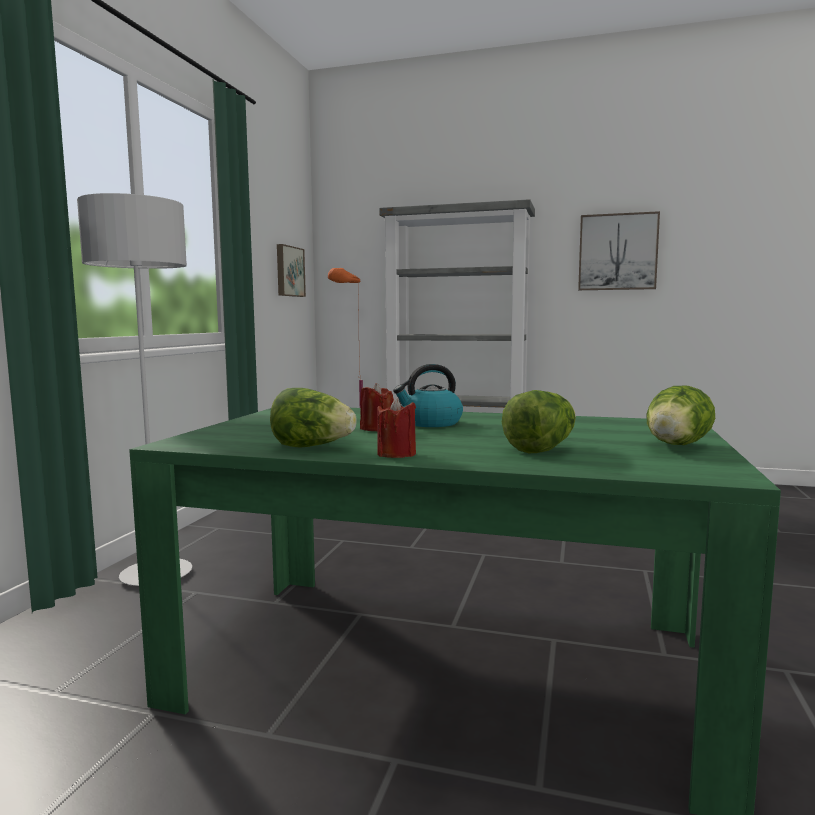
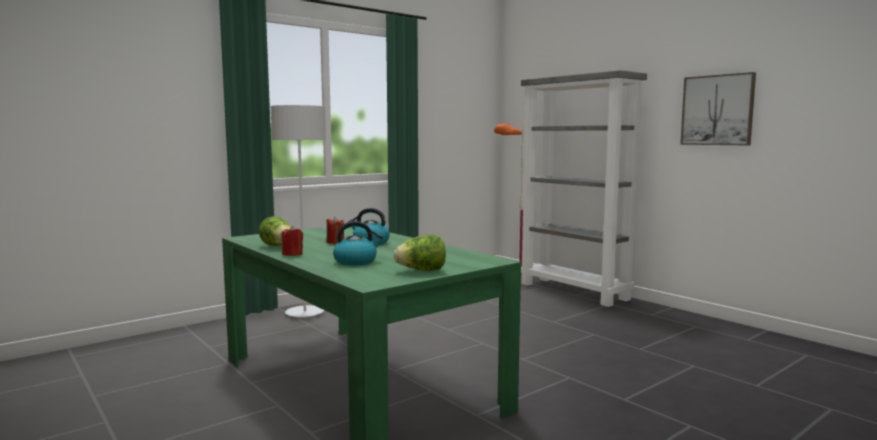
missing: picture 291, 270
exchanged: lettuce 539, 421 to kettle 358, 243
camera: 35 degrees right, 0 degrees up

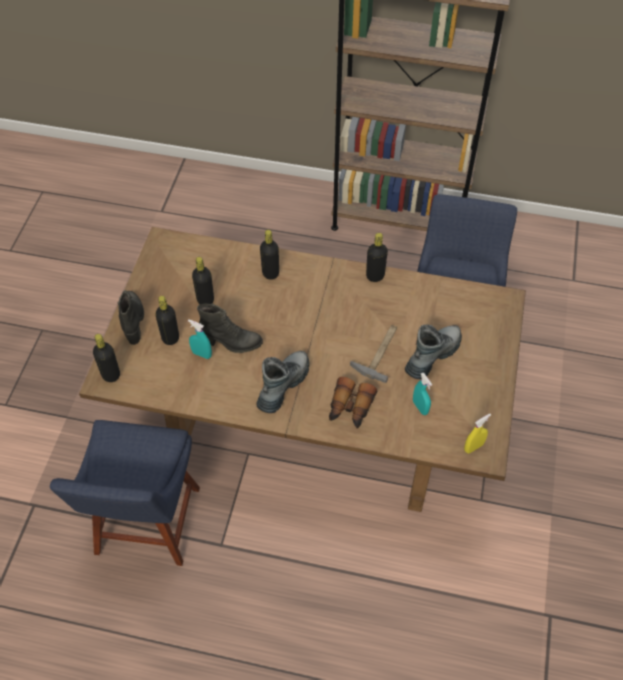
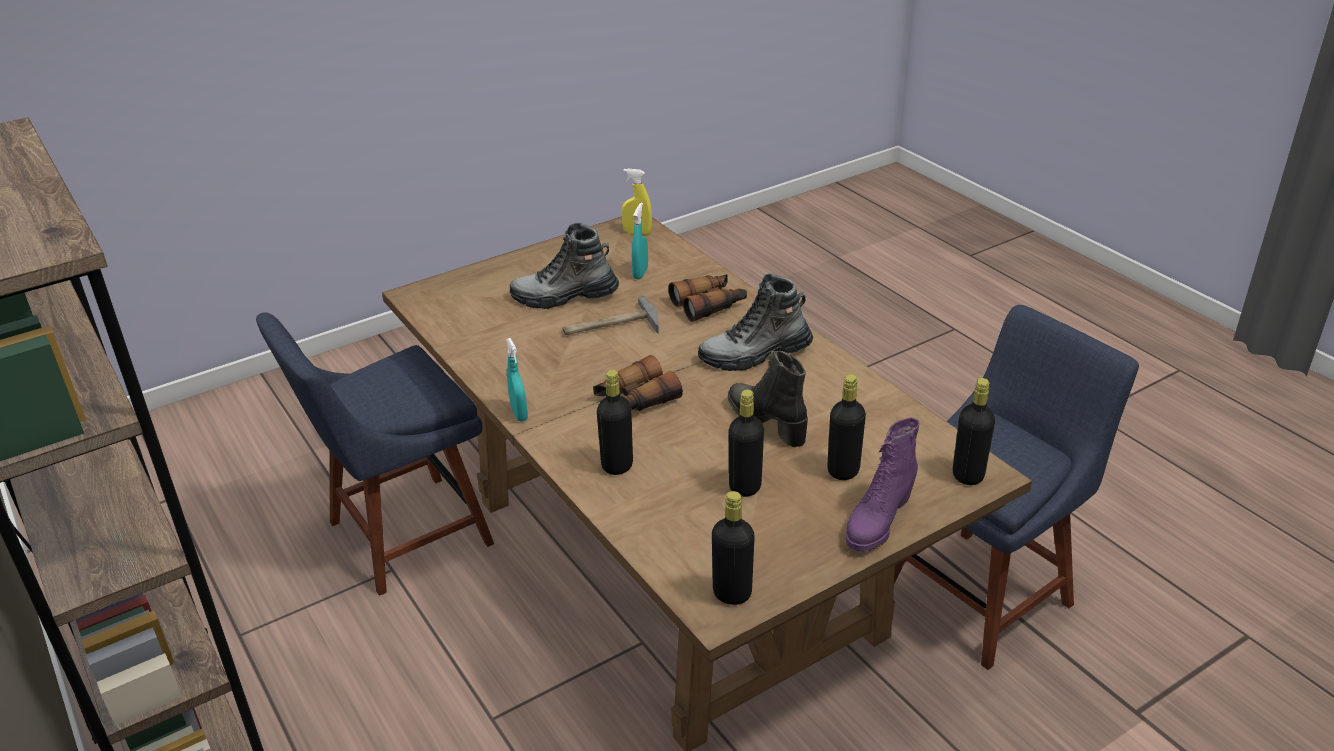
appeared: binoculars 638, 383
relocated: spray bottle (turquoise) 200, 339 to 517, 379; bottle (black) 377, 257 to 733, 548
colour: boot (black) 130, 317 to boot (purple) 882, 484
camera: 135 degrees left, 20 degrees down

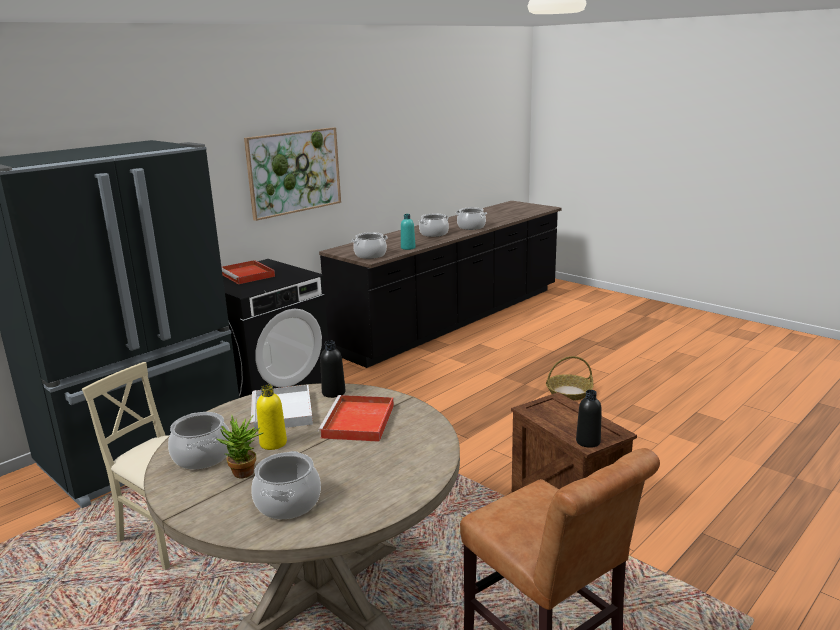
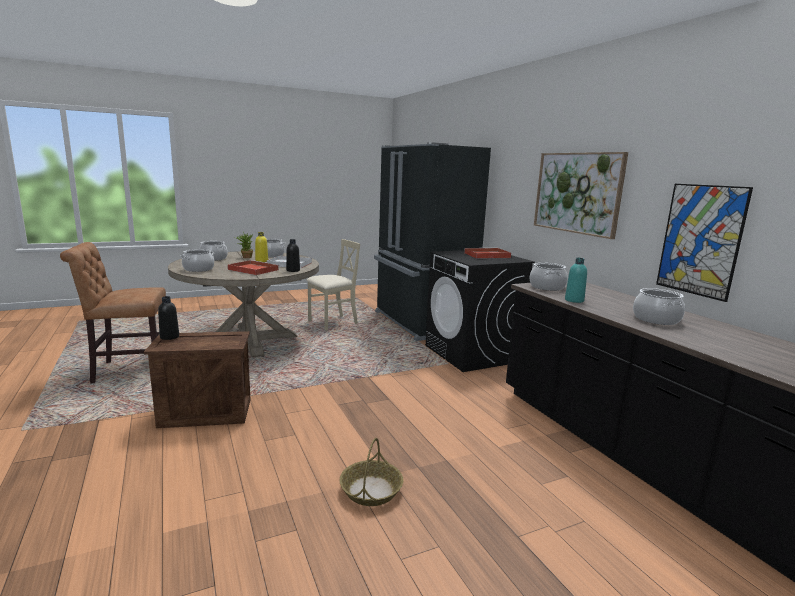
appeared: picture 704, 243
relocated: cooking pot 471, 218 to 197, 260
camera: 110 degrees right, 5 degrees down

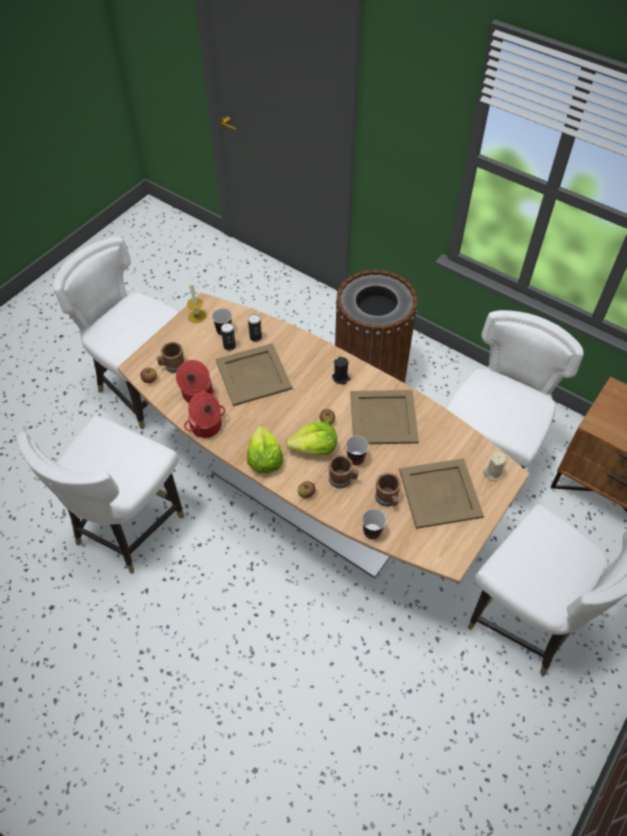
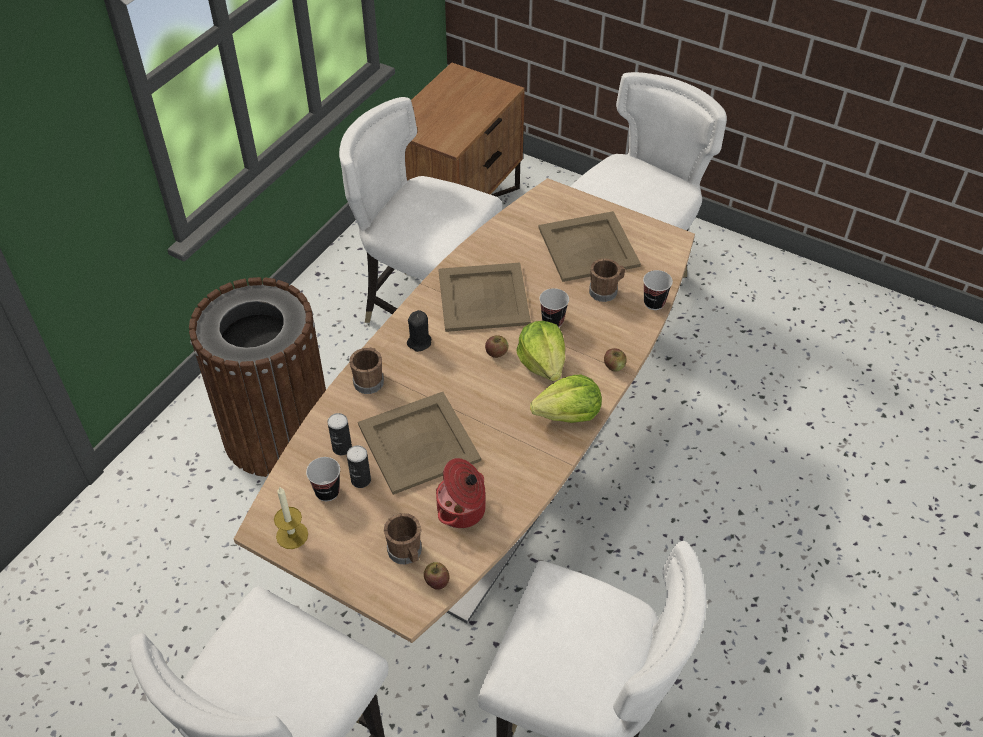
missing: cooking pot 205, 415; candle (beige) 495, 466
relocated: mug (brown) 344, 472 to 366, 371
camera: 95 degrees left, 5 degrees down

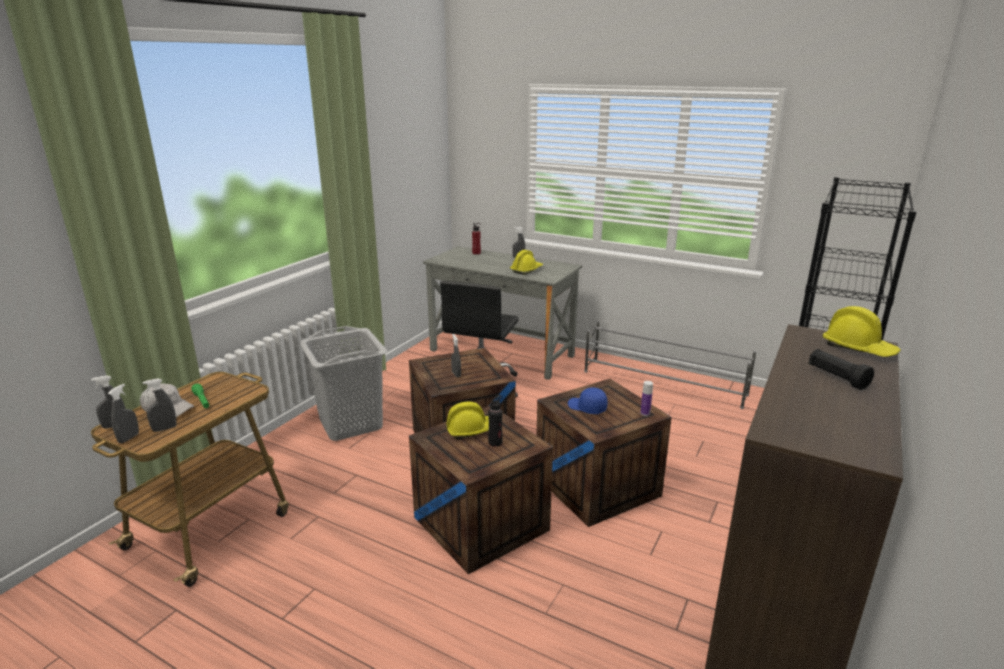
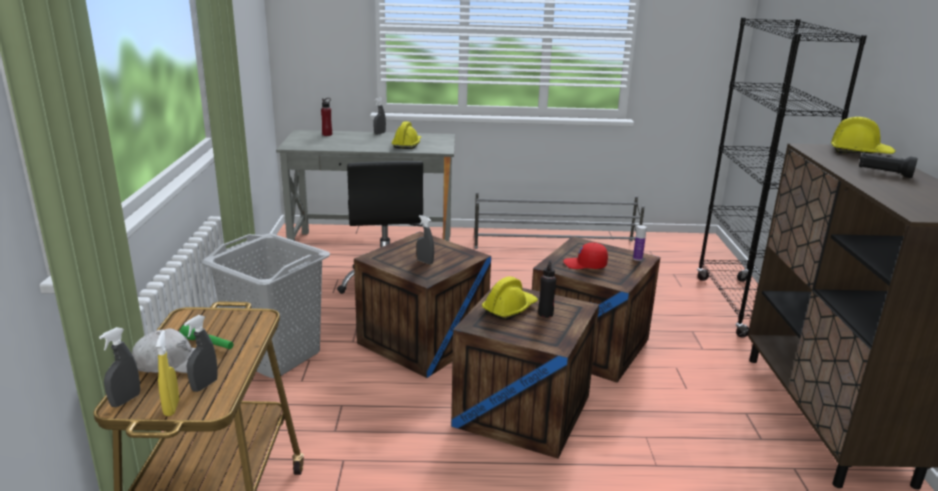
colour: spray bottle (grey) 123, 413 to spray bottle (yellow) 167, 373; cap (blue) 588, 400 to cap (red) 586, 255
camera: 30 degrees left, 0 degrees up

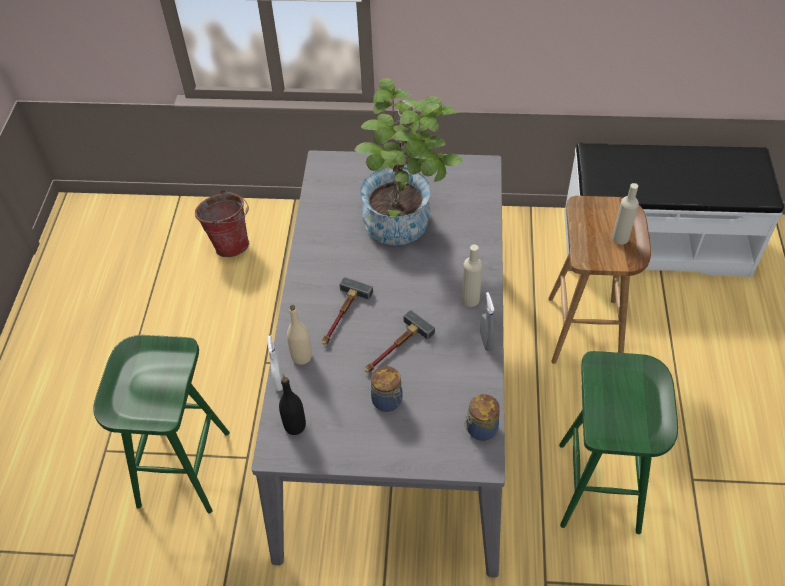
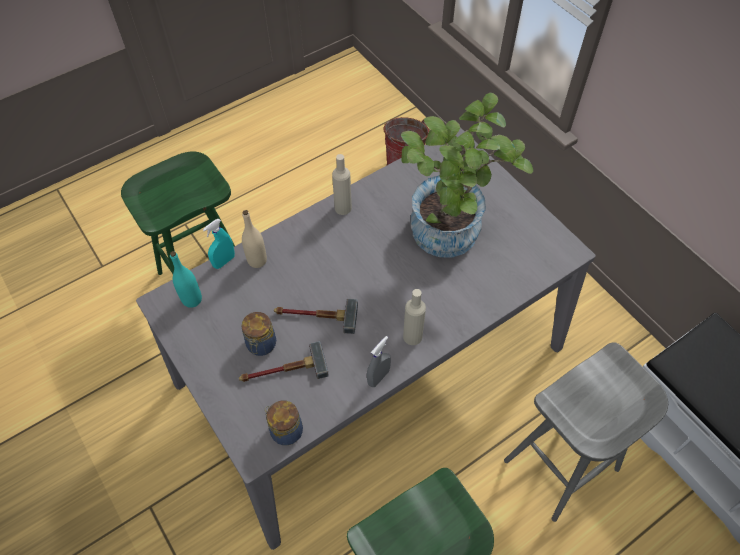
relocated: hammer 347, 311 to 284, 361; bottle (beige) 625, 213 to 342, 184
colour: bottle (black) 292, 406 to bottle (turquoise) 186, 279; spray bottle (white) 275, 363 to spray bottle (turquoise) 219, 244; stool (brown) 599, 280 to stool (grey) 586, 432
camera: 50 degrees right, 5 degrees up

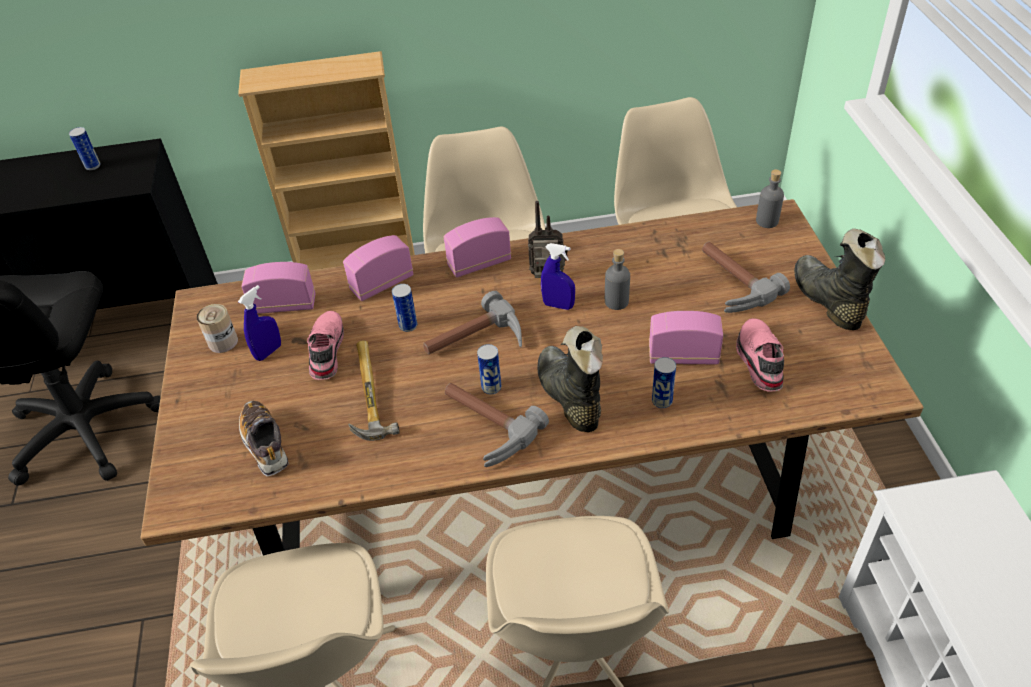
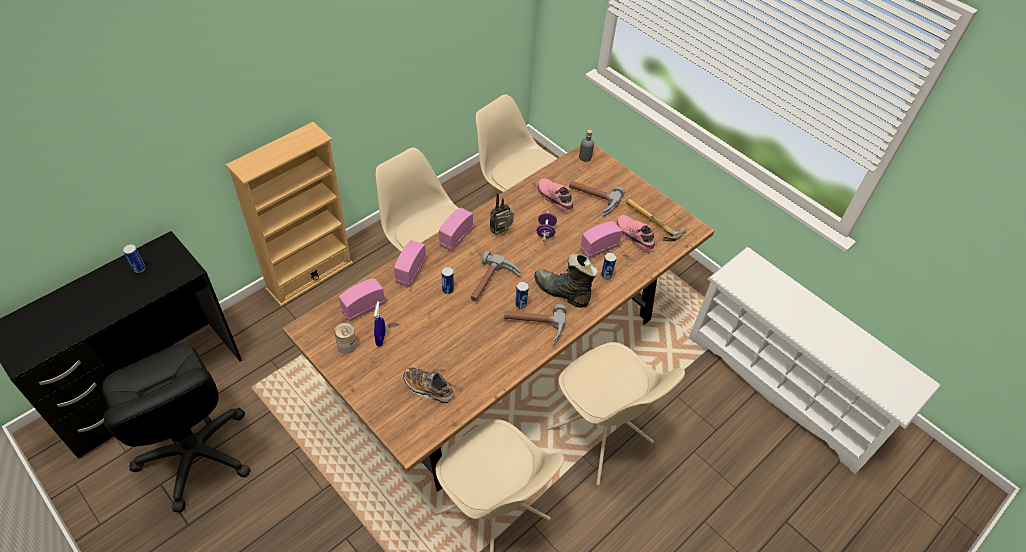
missing: spray bottle (blue) 558, 276; boot (black) 839, 279
relocated: shoe (pink) 325, 345 to 555, 194; hammer 374, 390 to 656, 220
exchanged: bottle (grey) 617, 279 to dumbbell (purple) 547, 226
camera: 40 degrees left, 5 degrees up

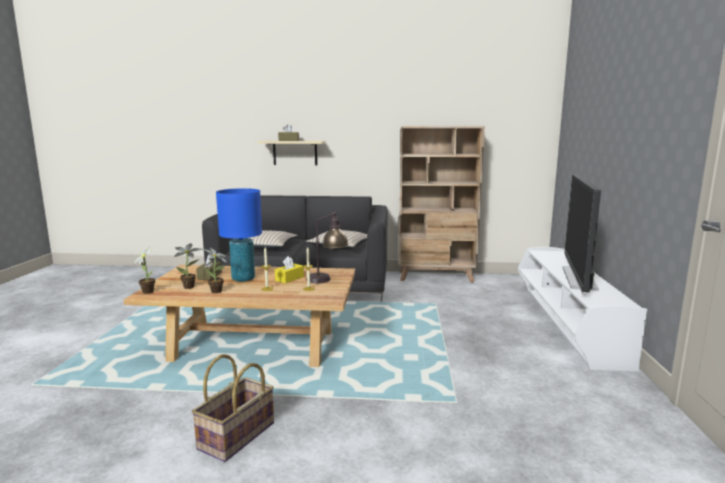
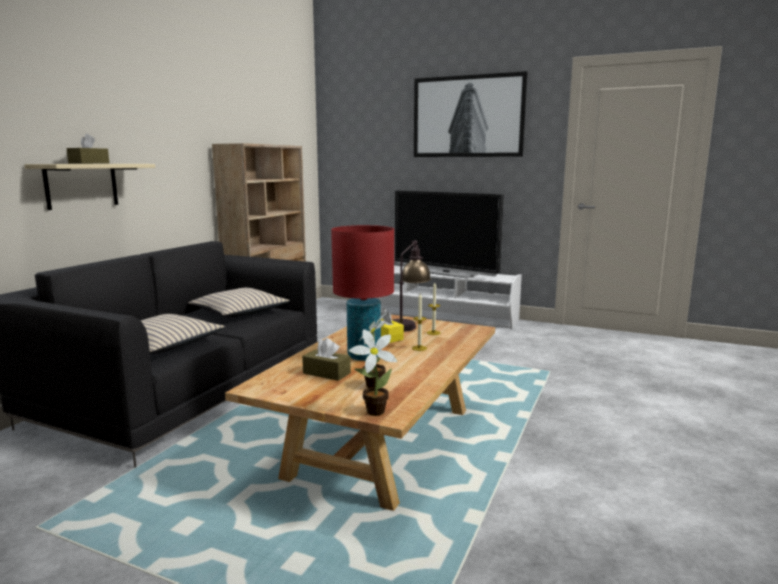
missing: basket 233, 408; potted plant 214, 270
appeared: picture 470, 114
colour: table lamp (blue) 239, 235 to table lamp (red) 362, 293
camera: 70 degrees left, 0 degrees up

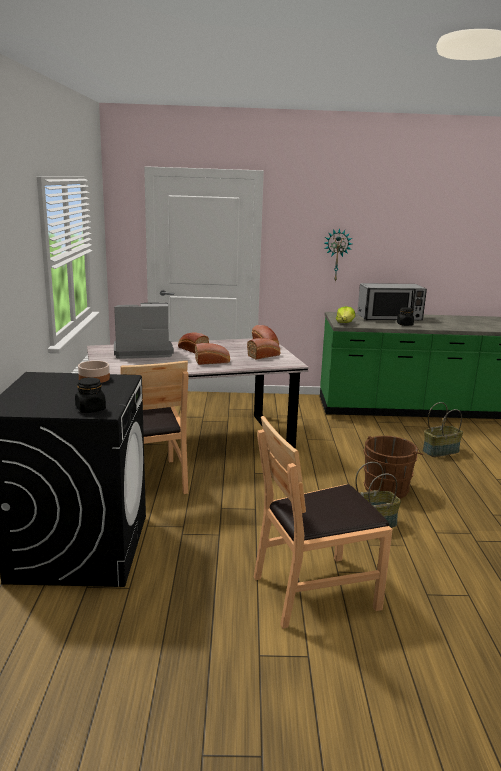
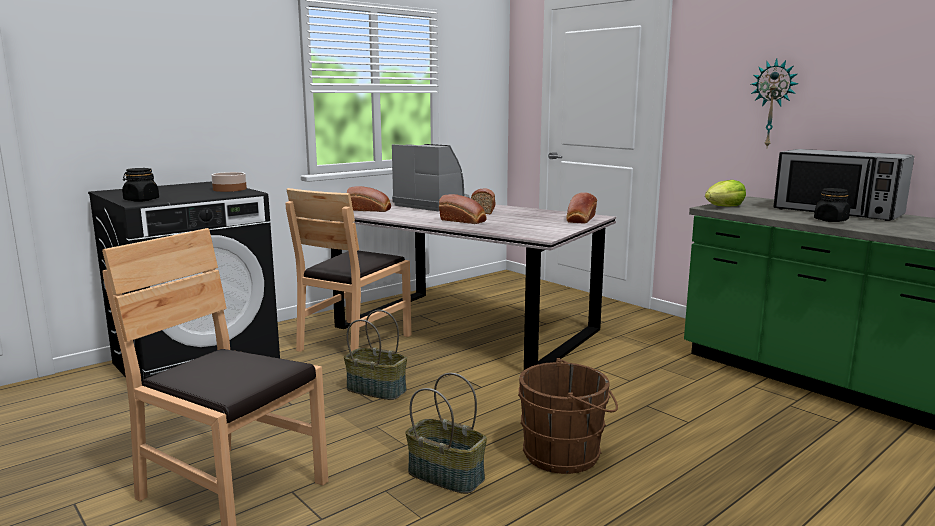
relocated: basket 443, 429 to 375, 355; bread 264, 349 to 369, 199
camera: 50 degrees right, 5 degrees down

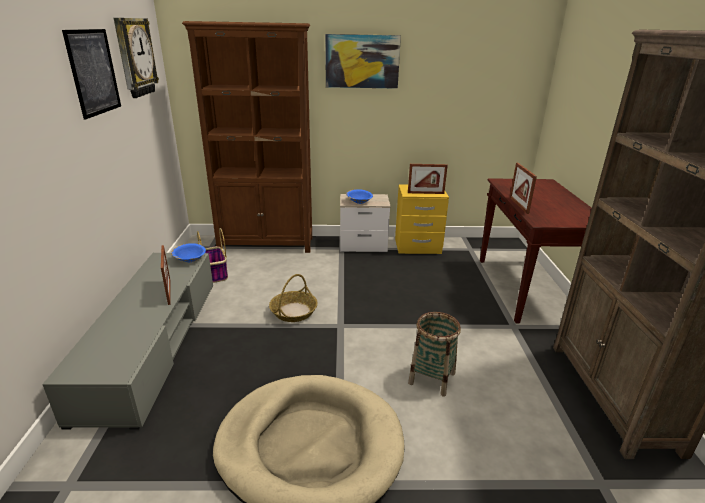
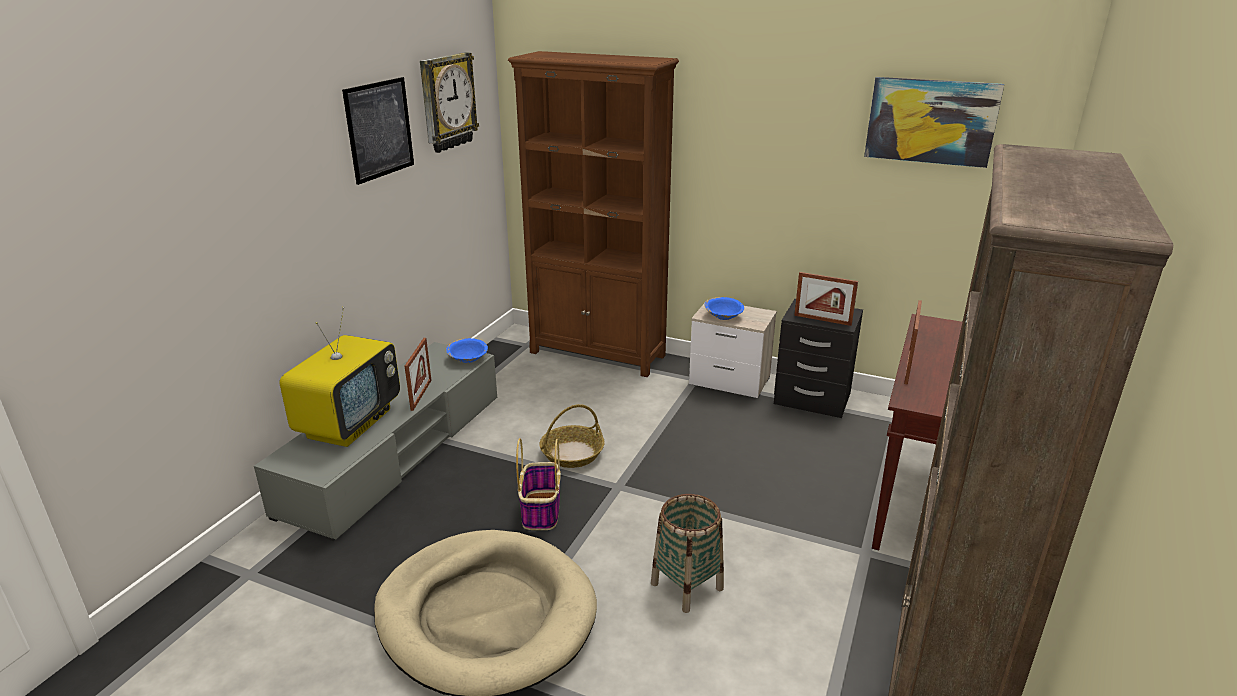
appeared: television 339, 377
relocated: basket 212, 255 to 538, 484; picture 363, 61 to 934, 122
colour: nightstand (yellow) 422, 219 to nightstand (black) 818, 358
camera: 25 degrees right, 0 degrees up

